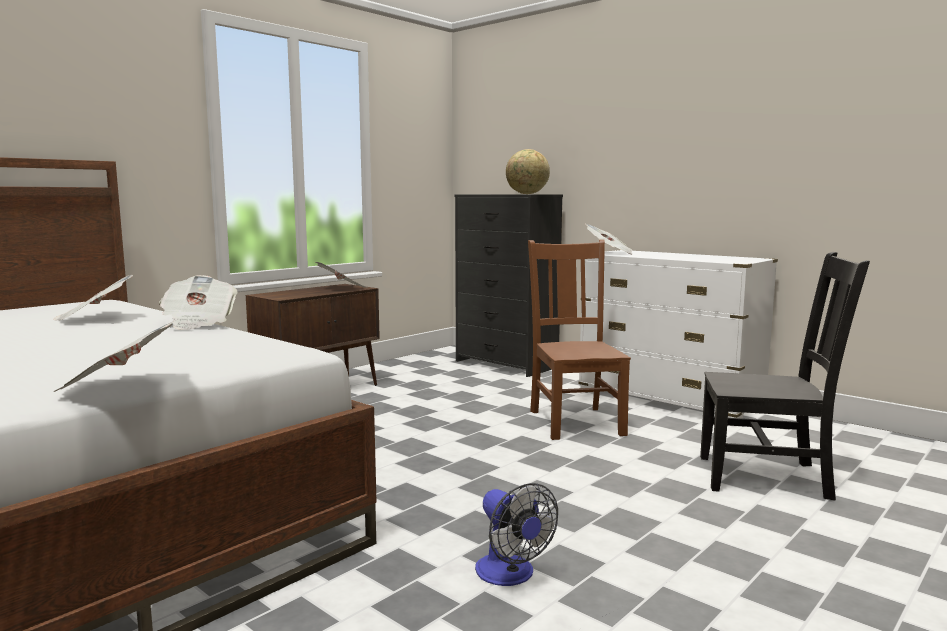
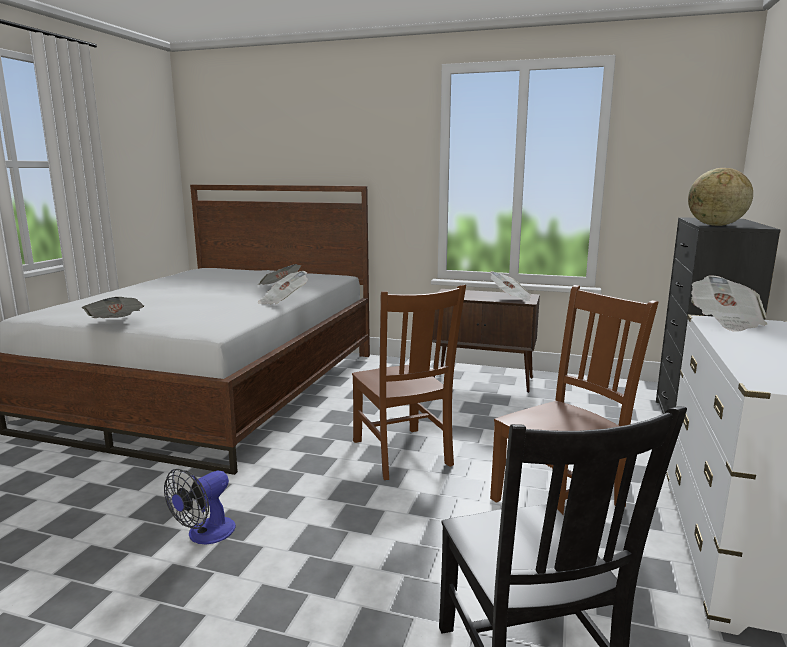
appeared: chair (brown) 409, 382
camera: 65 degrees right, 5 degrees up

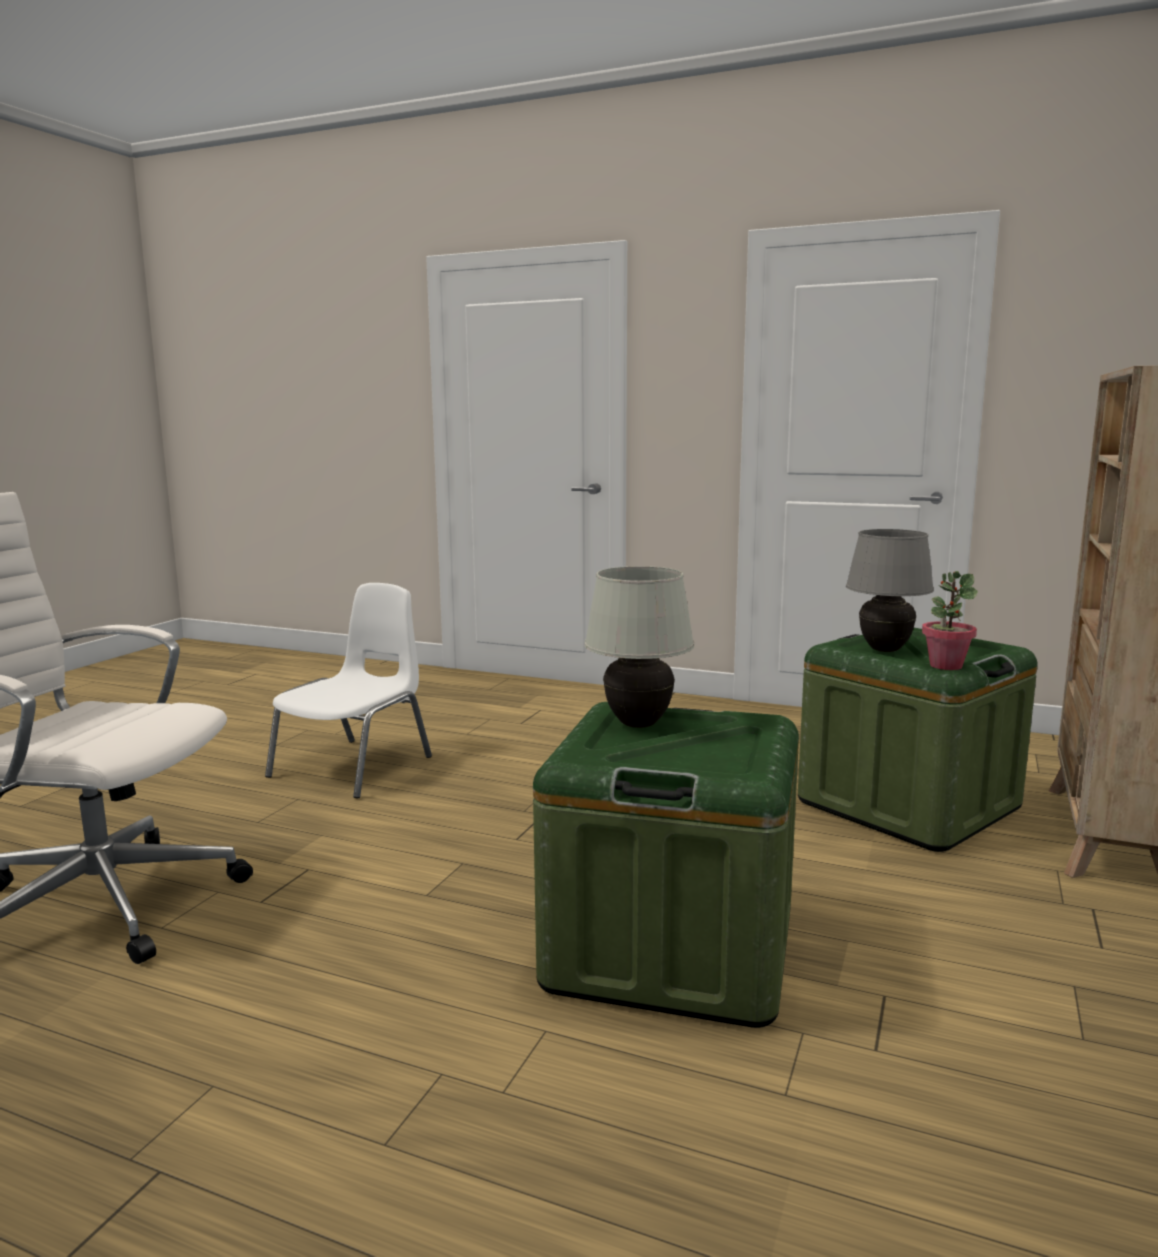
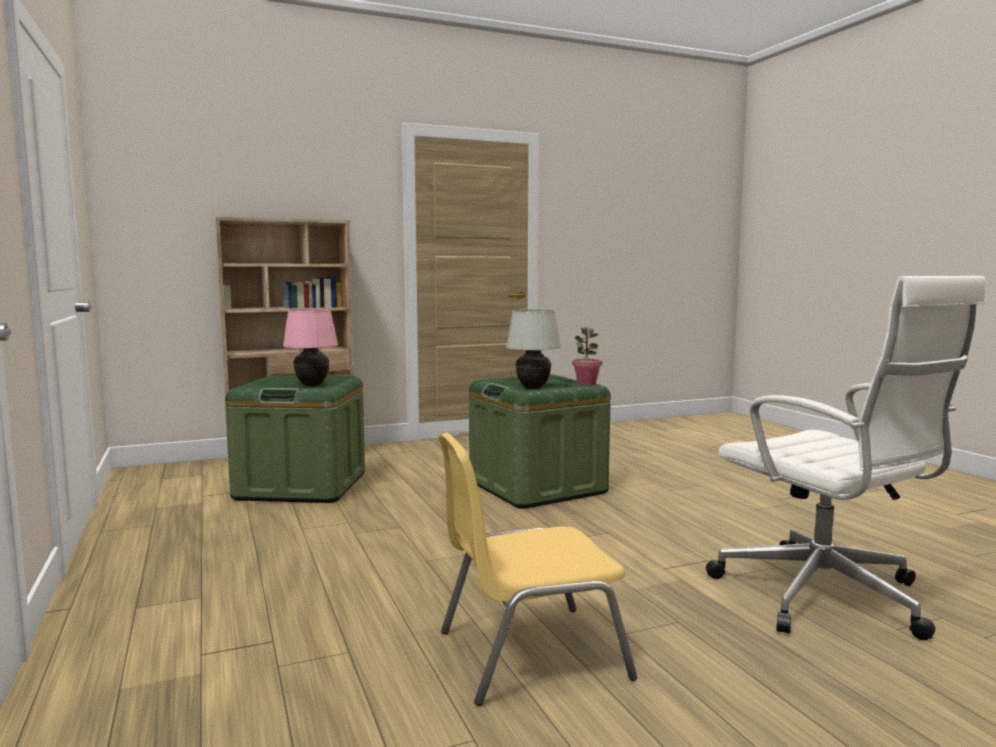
relocated: potted plant 950, 620 to 587, 356
colour: table lamp (grey) 890, 590 to table lamp (pink) 310, 347; chair (white) 348, 690 to chair (yellow) 537, 569
camera: 135 degrees left, 5 degrees down

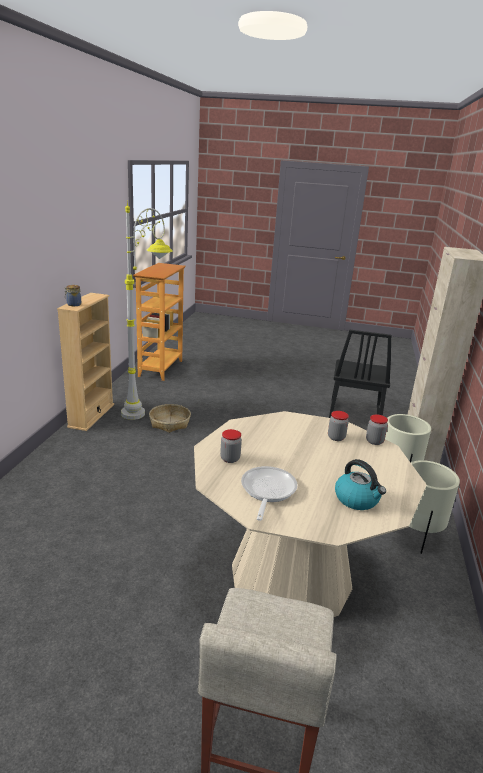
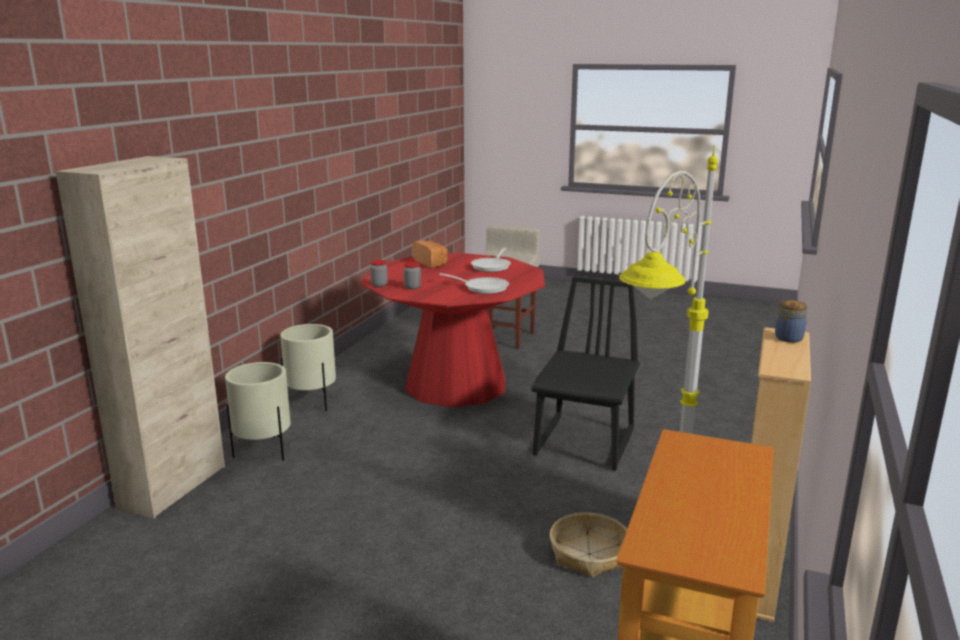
missing: jar 231, 446
appeared: frying pan 474, 283
relocated: chair (black) 360, 374 to 585, 373
exchanged: kettle 360, 484 to bread 430, 254
colour: dining table (beige) 310, 514 to dining table (red) 453, 330
camera: 170 degrees left, 5 degrees down

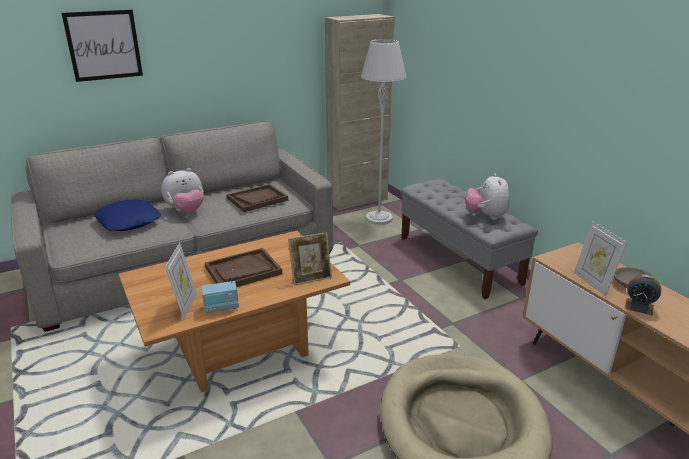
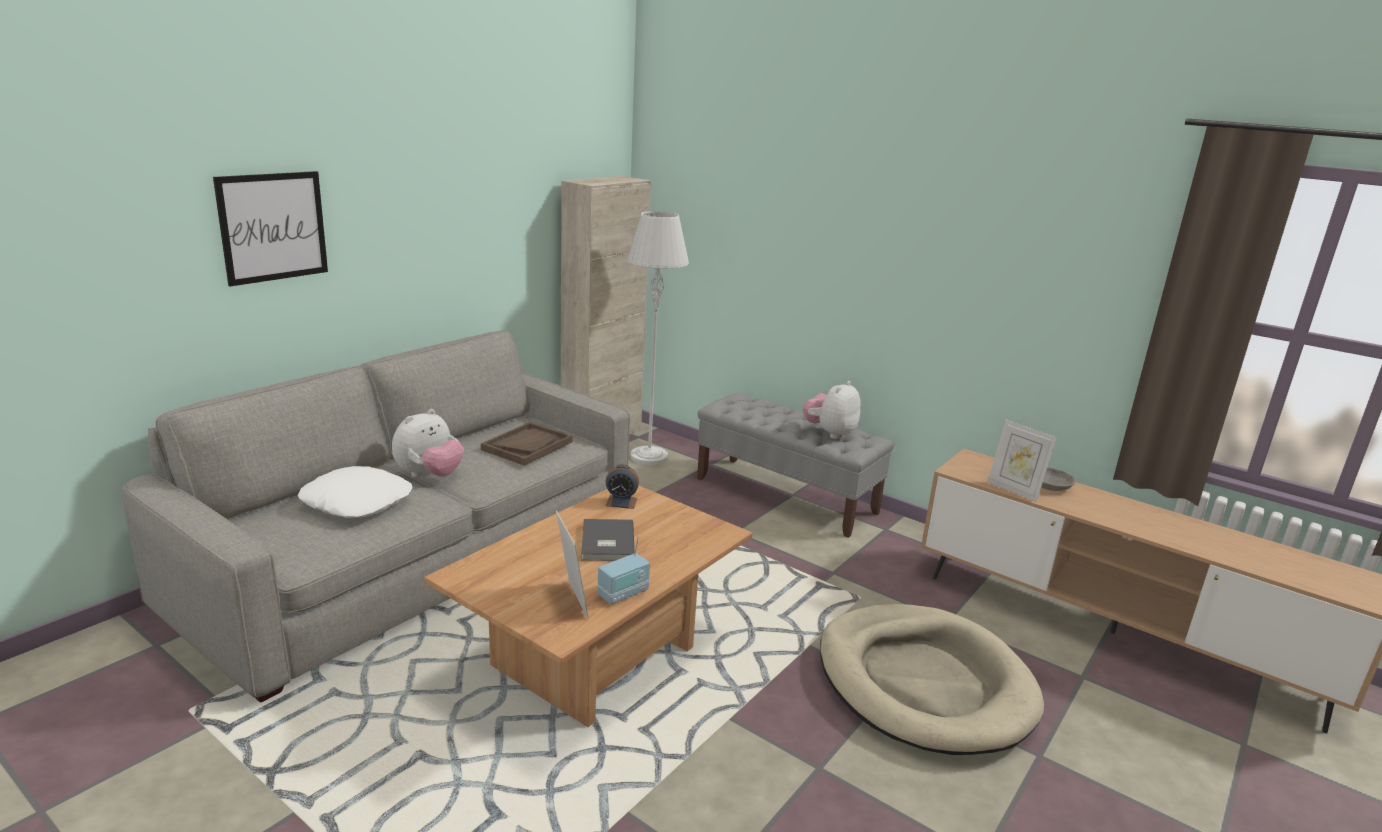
missing: picture frame 310, 259
relocated: alarm clock 643, 295 to 622, 487
exchanged: tray (brown) 243, 267 to book (grey) 608, 540
colour: pillow (blue) 127, 215 to pillow (white) 355, 492
spun: plush toy 487, 196 = 832, 410 60 degrees clockwise
camera: 25 degrees left, 5 degrees down

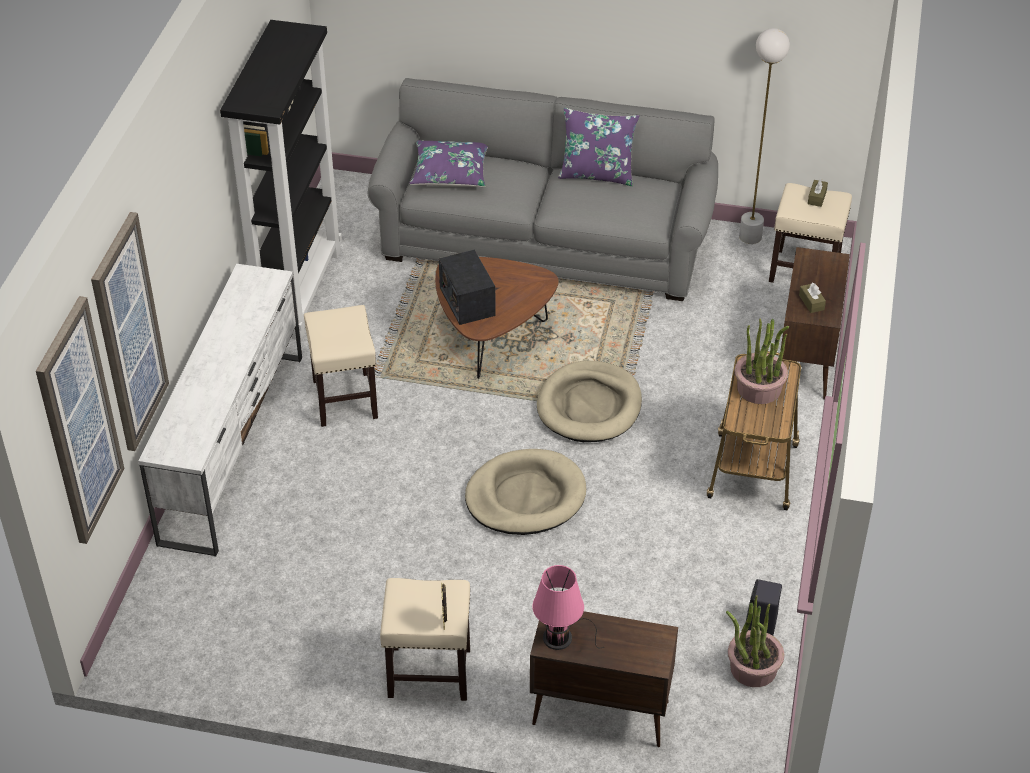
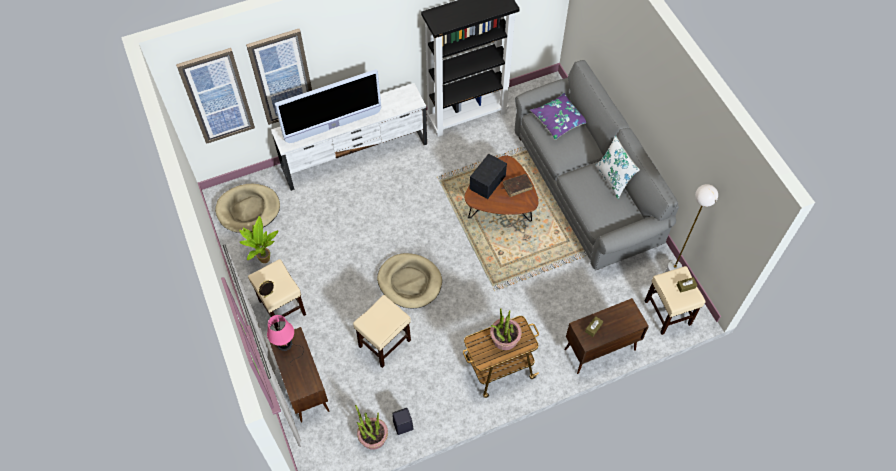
appeared: potted plant 258, 239; television 328, 106; book (brown) 518, 185
relocated: dog bed (beige) 589, 401 to 247, 208; stool (beige) 341, 366 to 382, 331
colour: pillow (purple) 598, 147 to pillow (white) 617, 167
camera: 55 degrees right, 15 degrees up

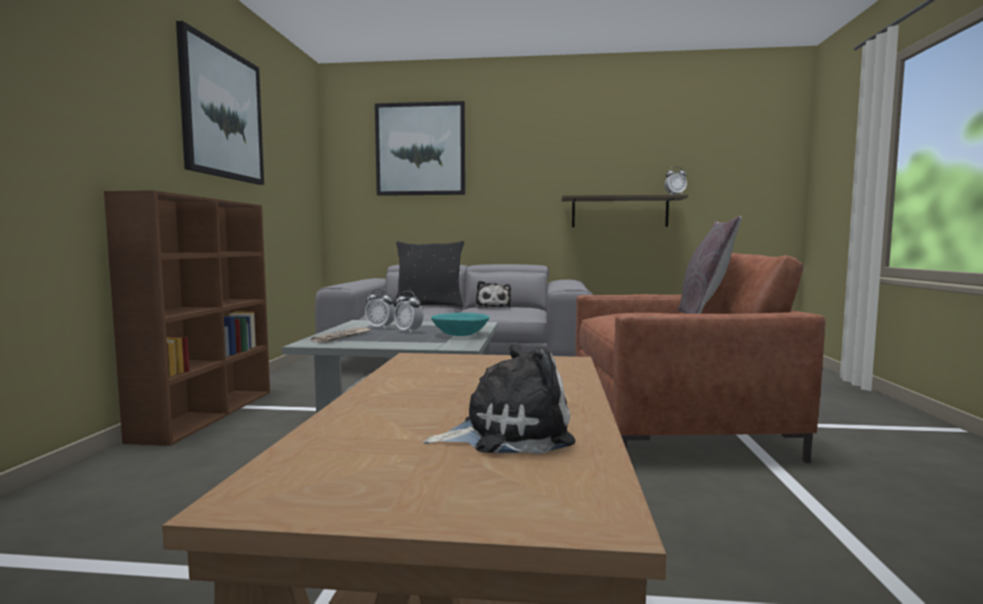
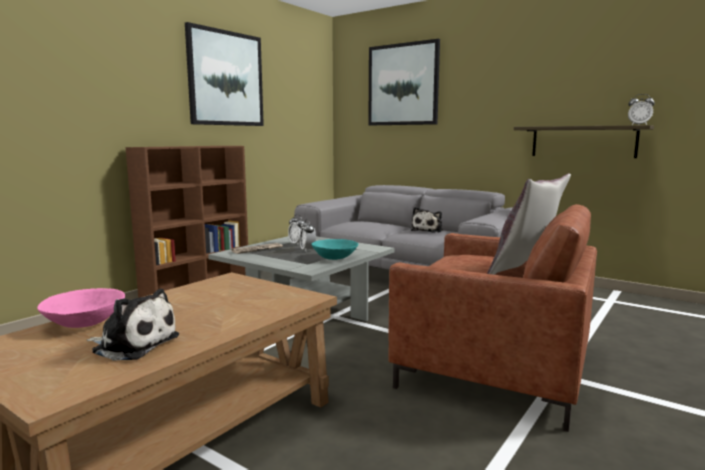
missing: pillow (black) 428, 274
appeared: bowl (pink) 81, 308
camera: 30 degrees right, 5 degrees up

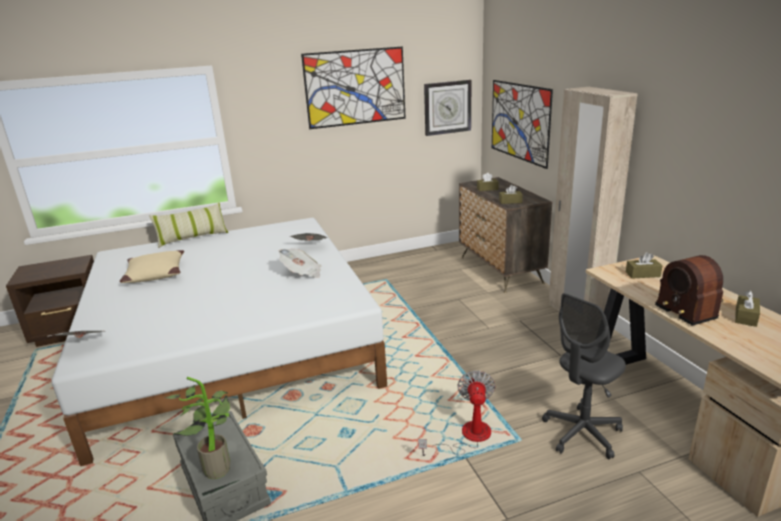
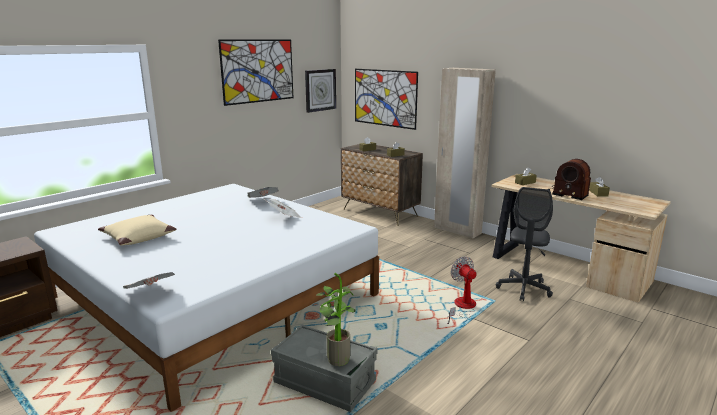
missing: pillow 188, 225
camera: 30 degrees left, 5 degrees down

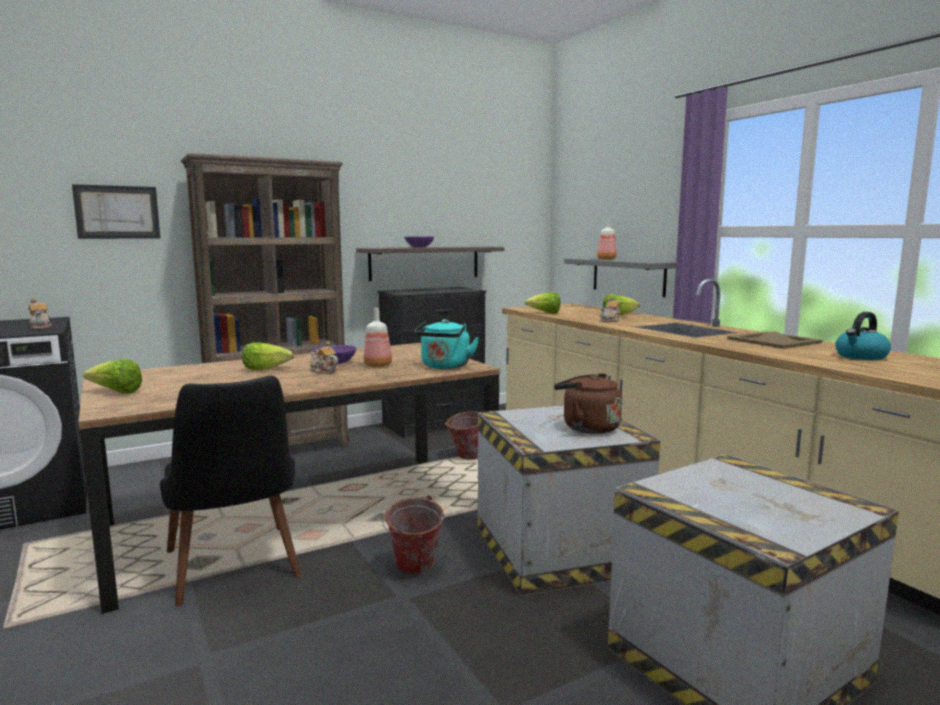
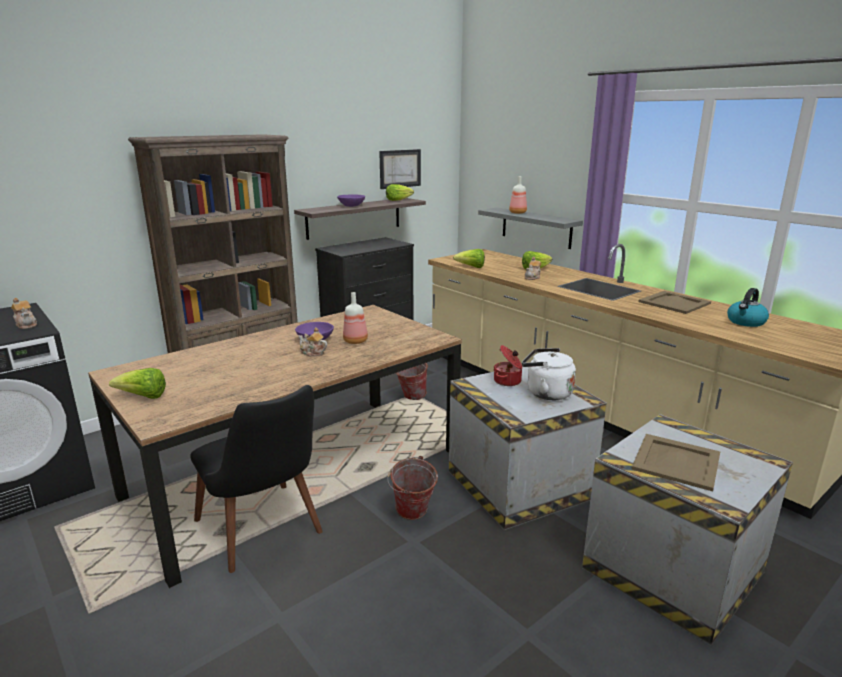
missing: kettle (turquoise) 447, 344
appeared: cooking pot 508, 365; tray (beige) 676, 462
relocated: picture 116, 211 to 400, 169; lettuce 268, 356 to 400, 192
colour: kettle (brown) 588, 403 to kettle (white) 549, 374
camera: 10 degrees left, 10 degrees up

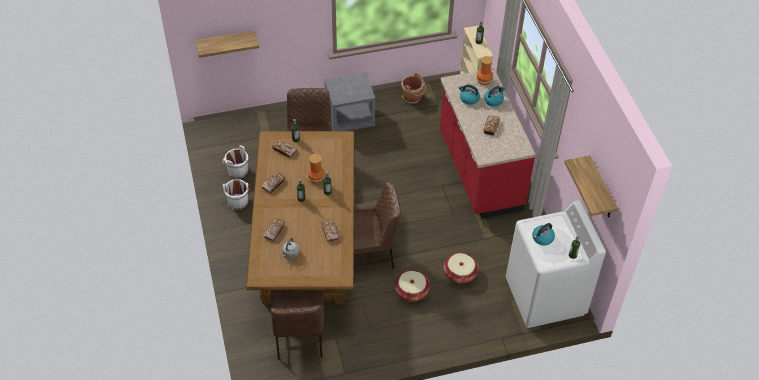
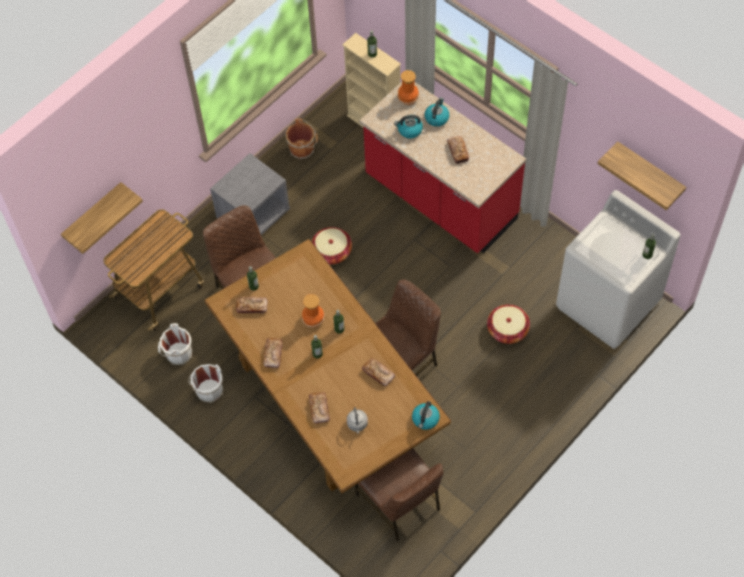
appeared: cart 153, 270
relocated: basket 412, 286 to 331, 245; kettle 543, 234 to 426, 415
camera: 30 degrees left, 10 degrees up

